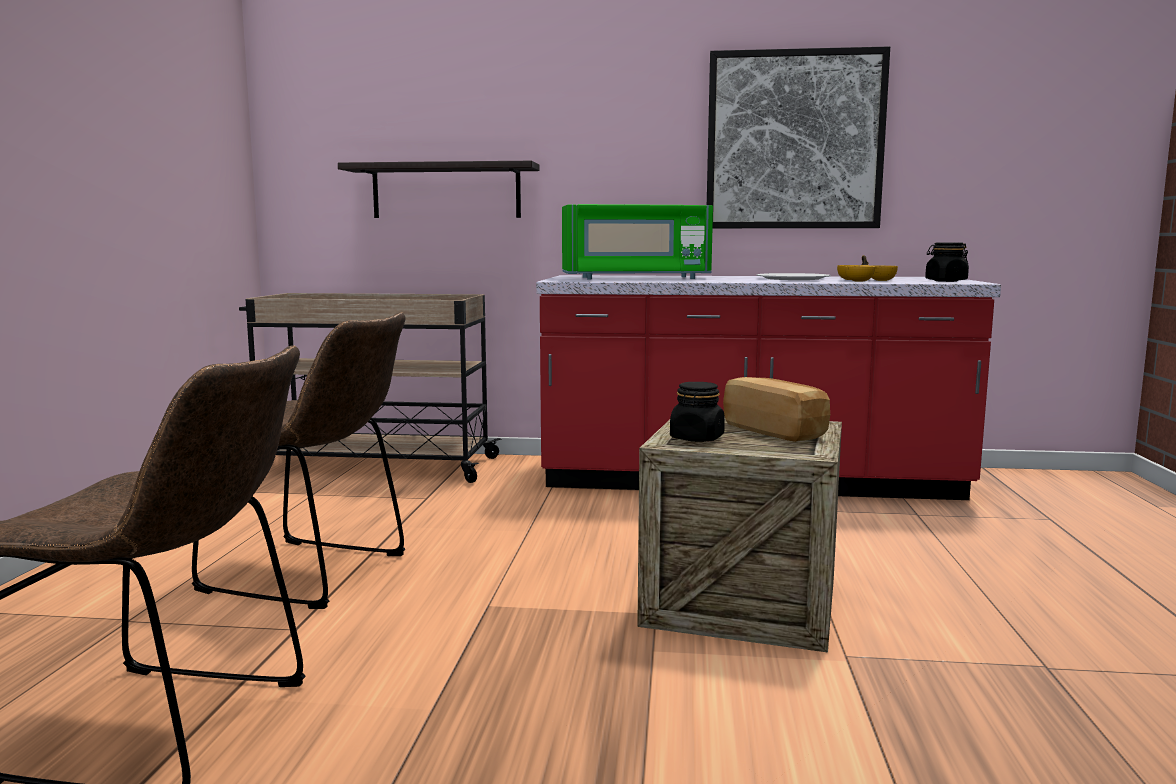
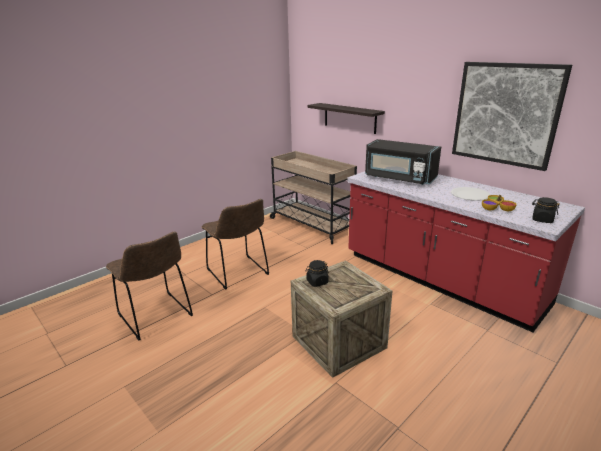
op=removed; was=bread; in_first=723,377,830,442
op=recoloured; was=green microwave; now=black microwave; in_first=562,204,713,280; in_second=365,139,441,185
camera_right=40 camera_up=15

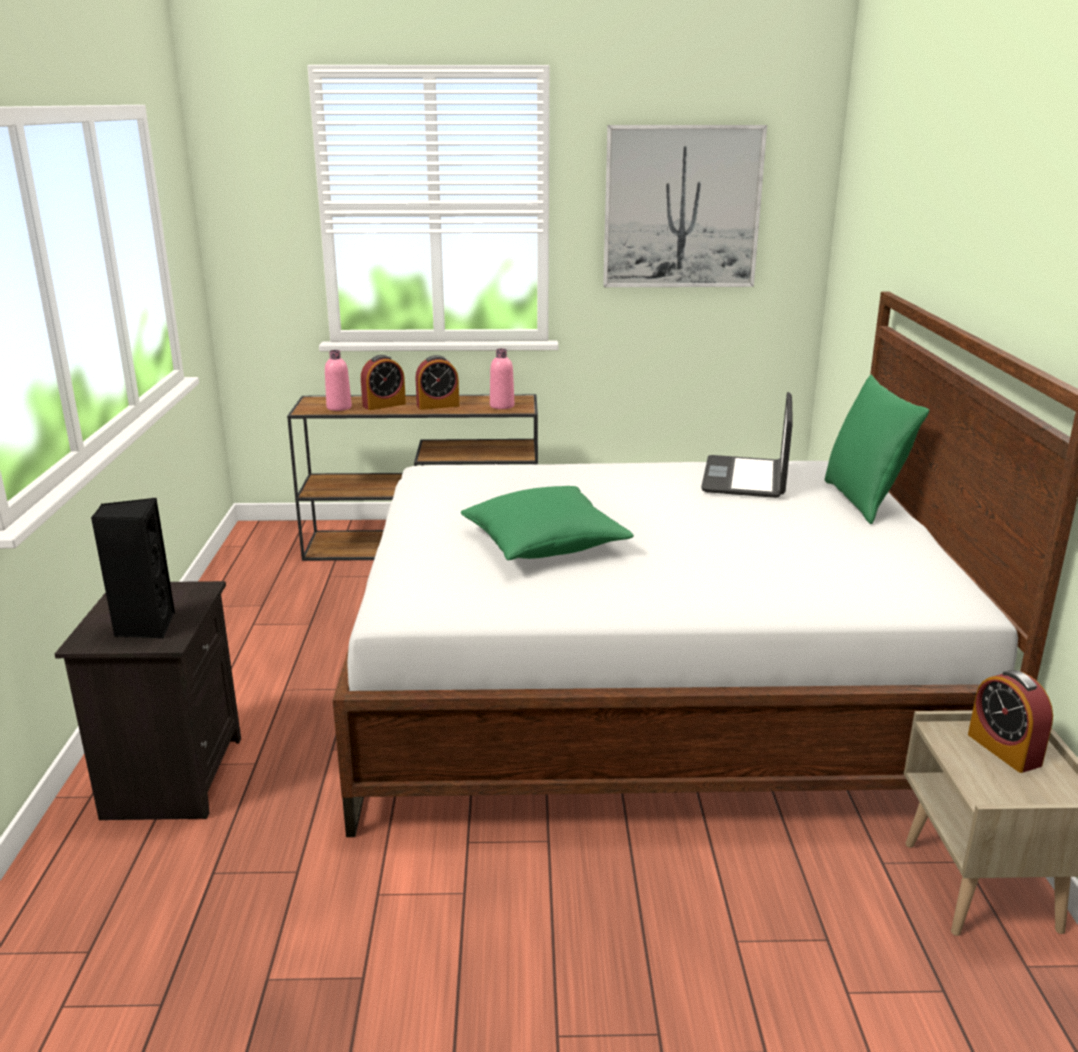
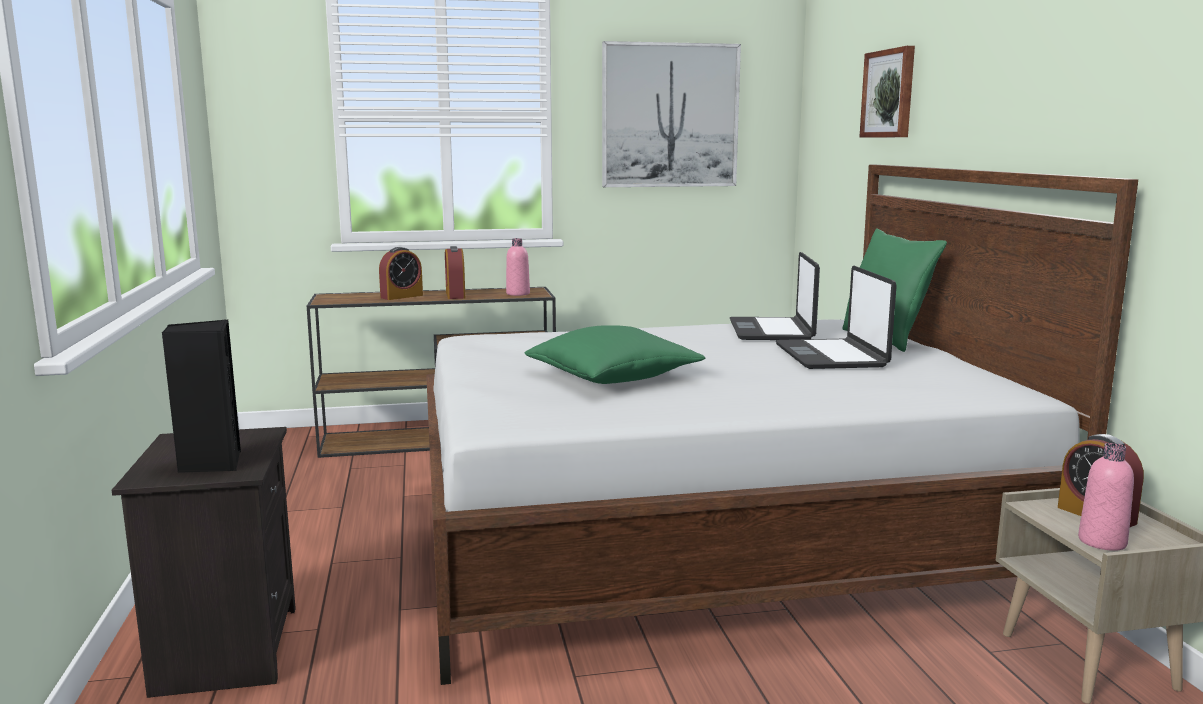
op=added; now=laptop; in_second=776,266,897,369
op=added; now=picture; in_second=859,46,915,137
op=moved; was=pink bottle; in_first=325,350,352,411; in_second=1078,443,1134,551
op=turned; was=alarm clock; in_first=415,355,459,410; in_second=445,246,465,299; clockwise=105
camera_right=-10 camera_up=-10

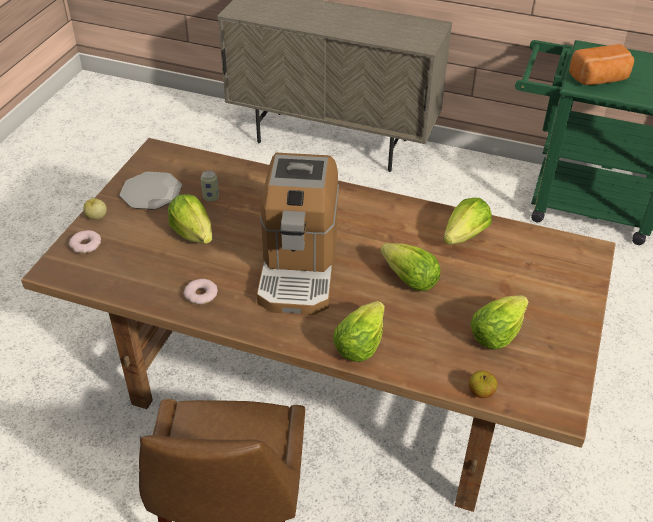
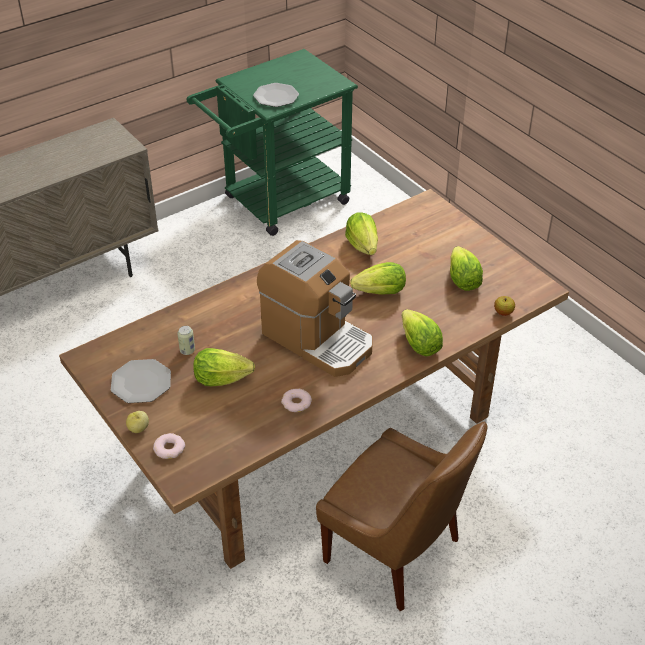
op=replaced; was=bread; now=plate; in_first=569,44,634,85; in_second=253,83,299,107
camera_right=-55 camera_up=0

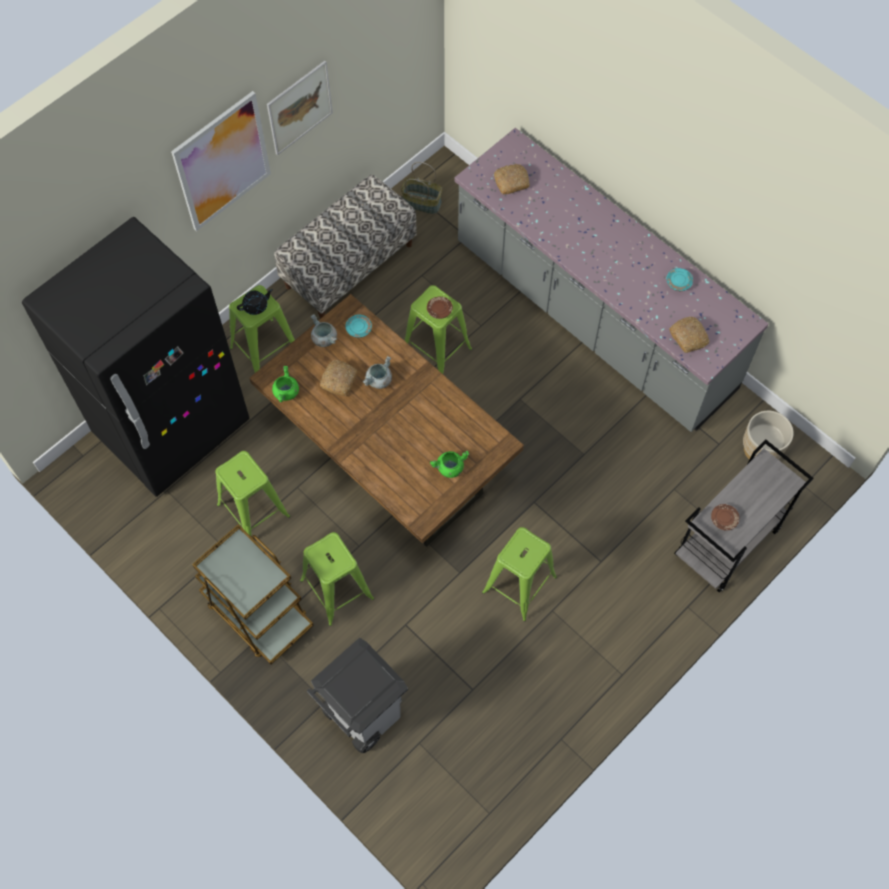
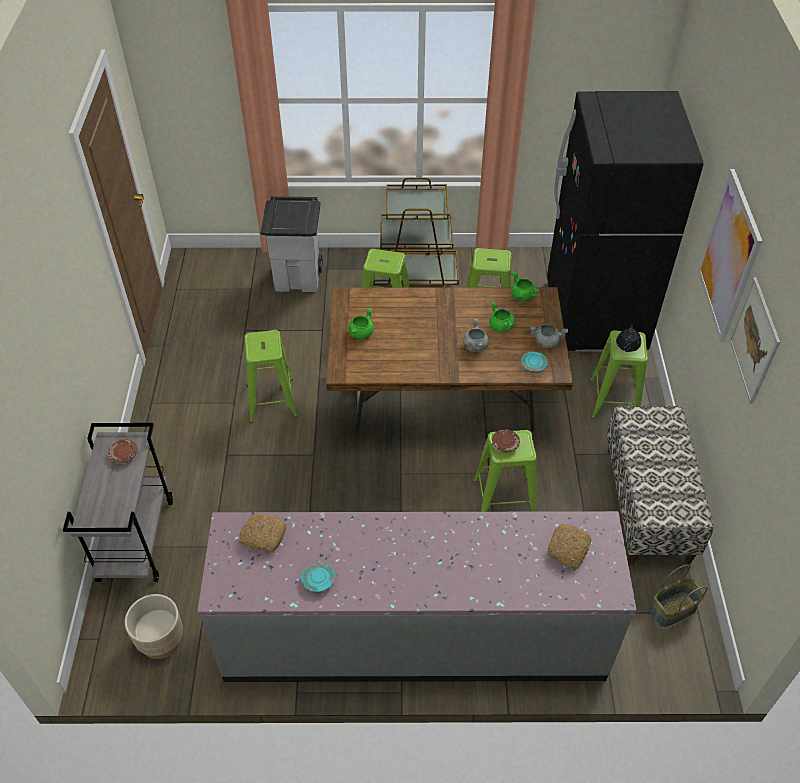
op=replaced; was=bread; now=green cooking pot; in_first=320,360,357,396; in_second=489,302,514,332
camera_right=135 camera_up=-15

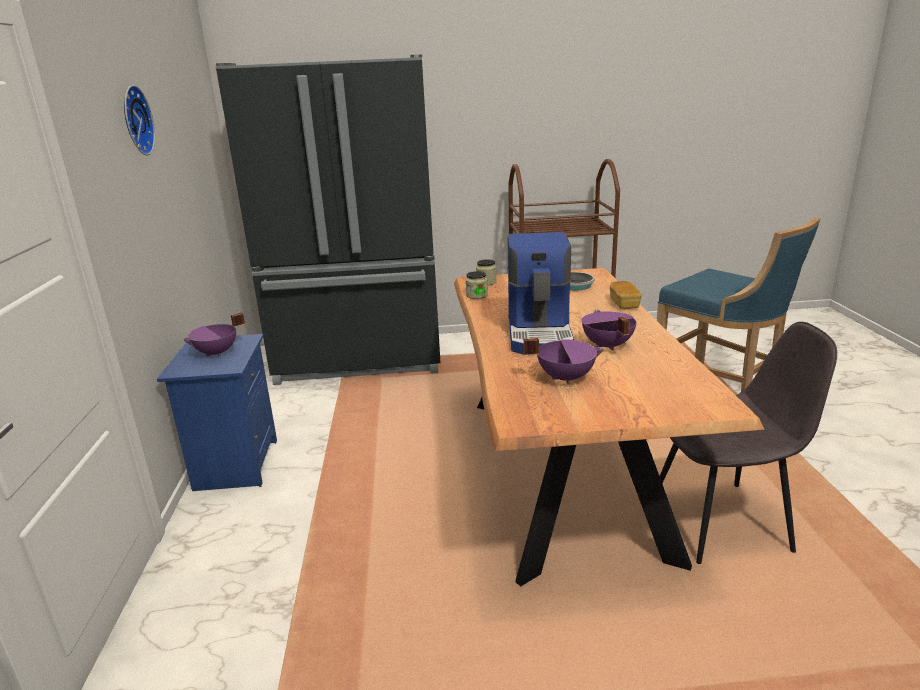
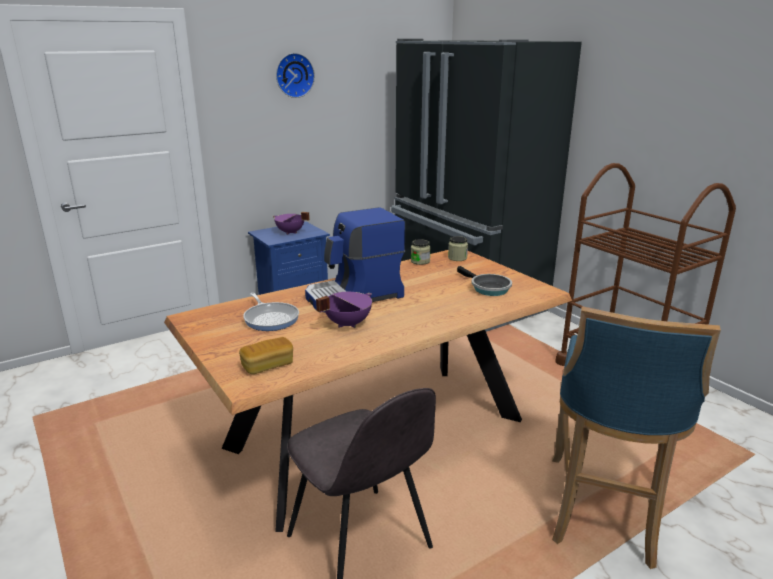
op=moved; was=bread; in_first=610,281,642,309; in_second=239,337,293,374
op=replaced; was=purple cooking pot; now=frying pan; in_first=523,338,604,384; in_second=243,293,299,331
camera_right=60 camera_up=0

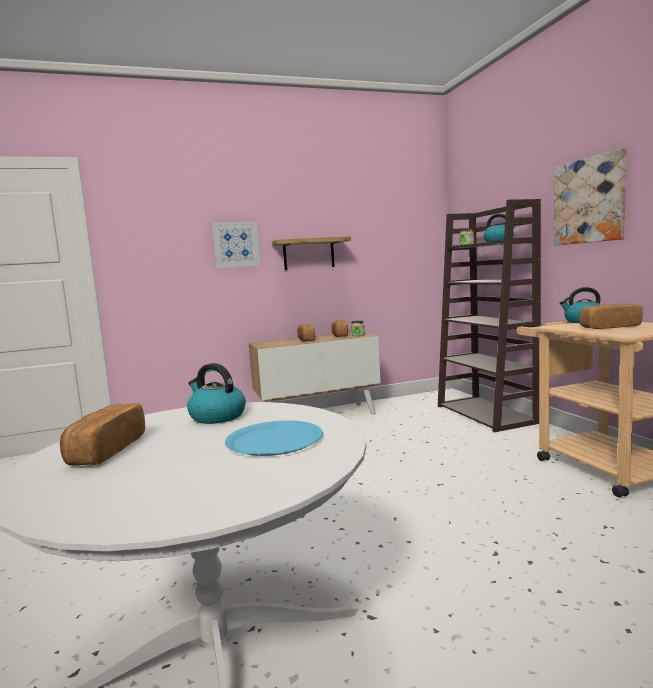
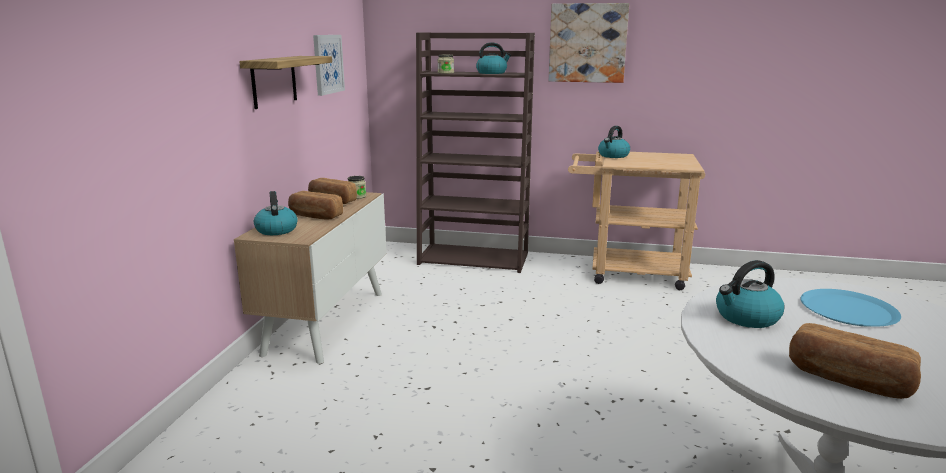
op=removed; was=bread; in_first=579,303,643,329
op=added; now=kettle; in_second=254,191,298,235
op=moved; was=picture; in_first=212,221,260,268; in_second=313,35,345,96
camera_right=-60 camera_up=10

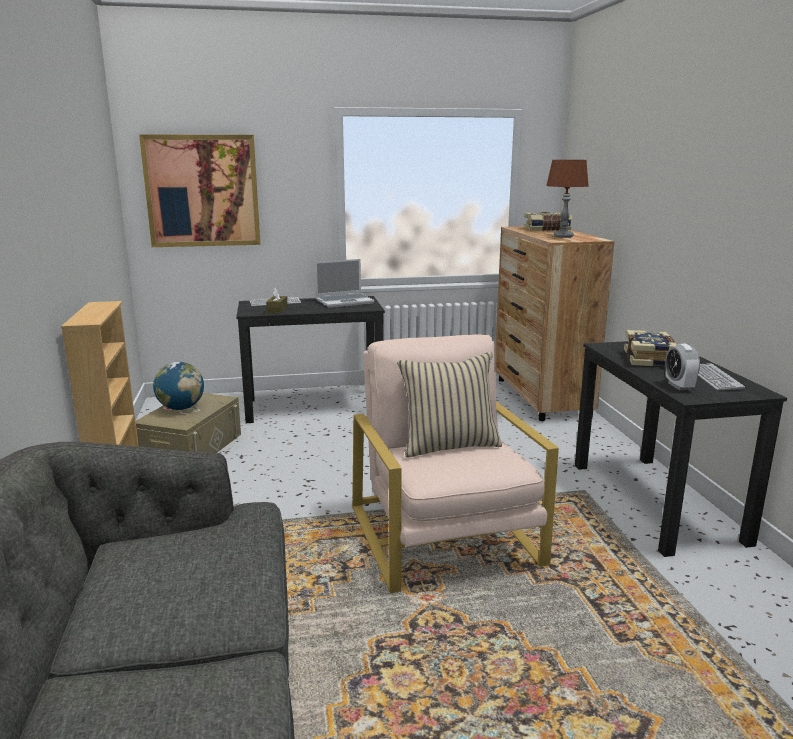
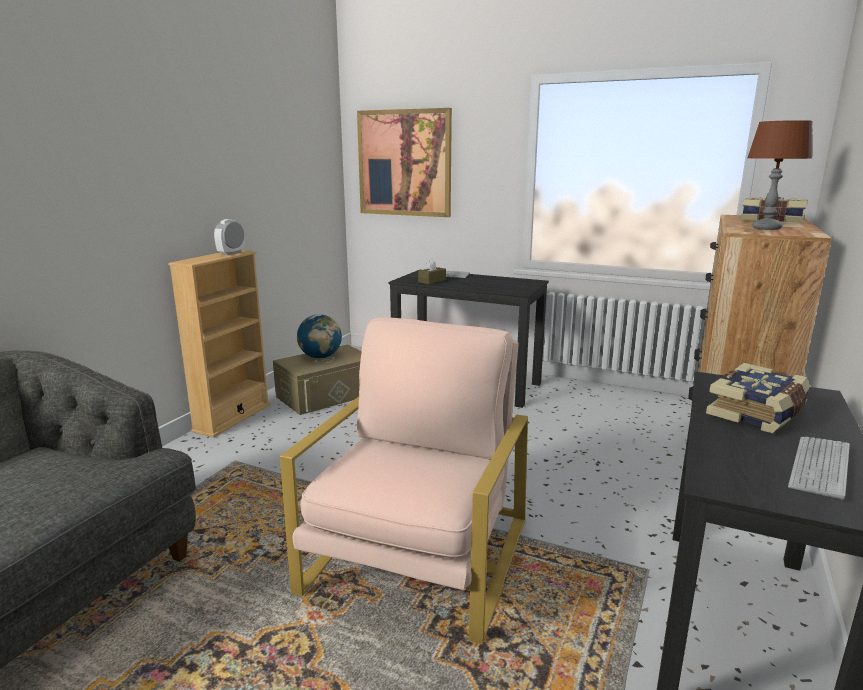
op=removed; was=laptop; in_first=315,259,374,308
op=removed; was=beige pillow; in_first=397,352,502,457
op=moved; was=alarm clock; in_first=665,344,700,391; in_second=214,219,245,255
camera_right=35 camera_up=0

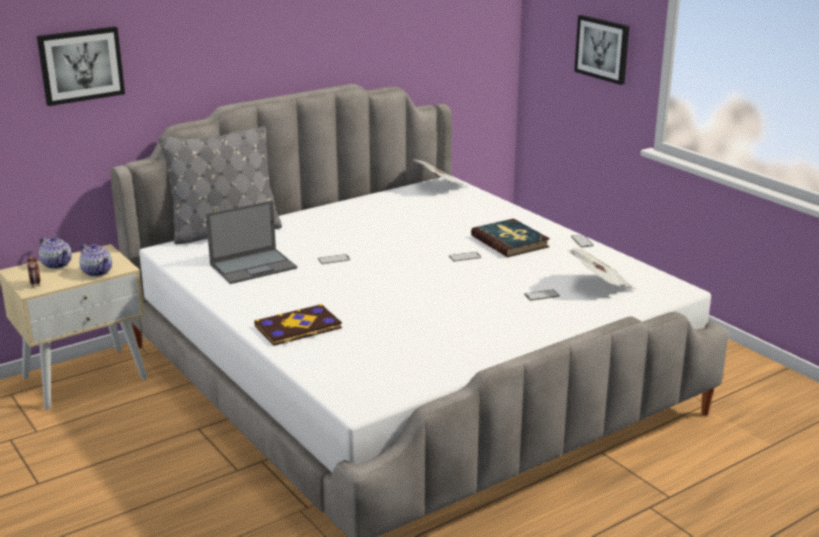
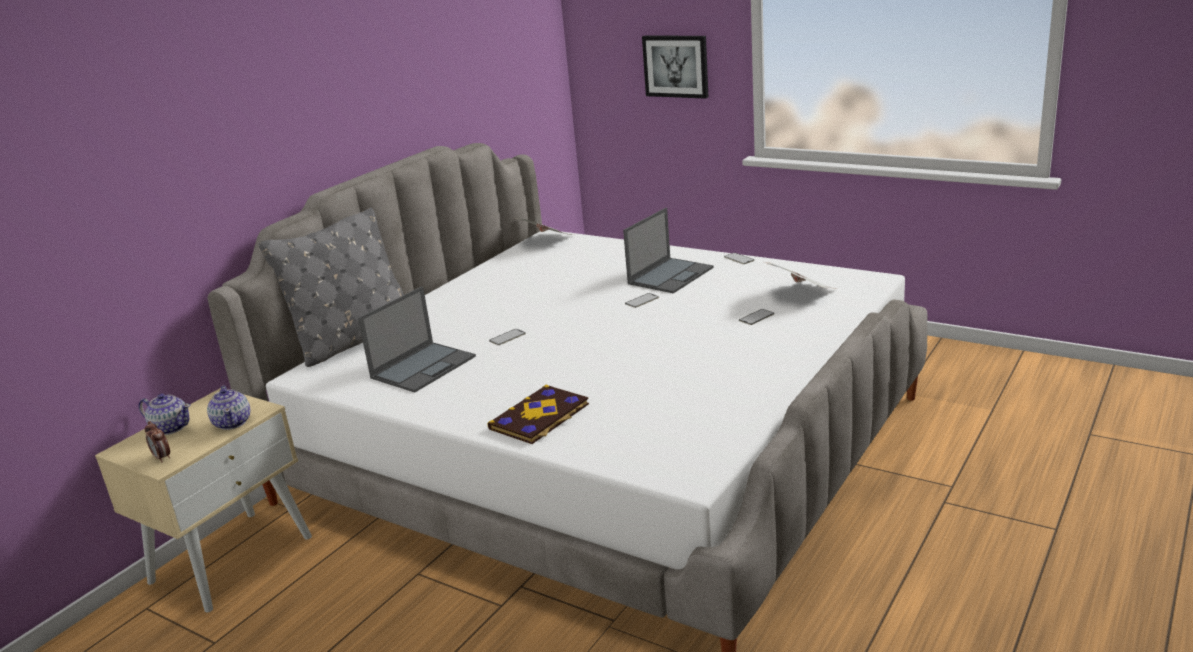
op=removed; was=picture; in_first=37,26,125,106
op=replaced; was=book; now=laptop; in_first=471,218,550,257; in_second=623,208,714,293
op=turned; was=teapot; in_first=79,244,112,277; in_second=207,385,251,430; clockwise=45
camera_right=-20 camera_up=0

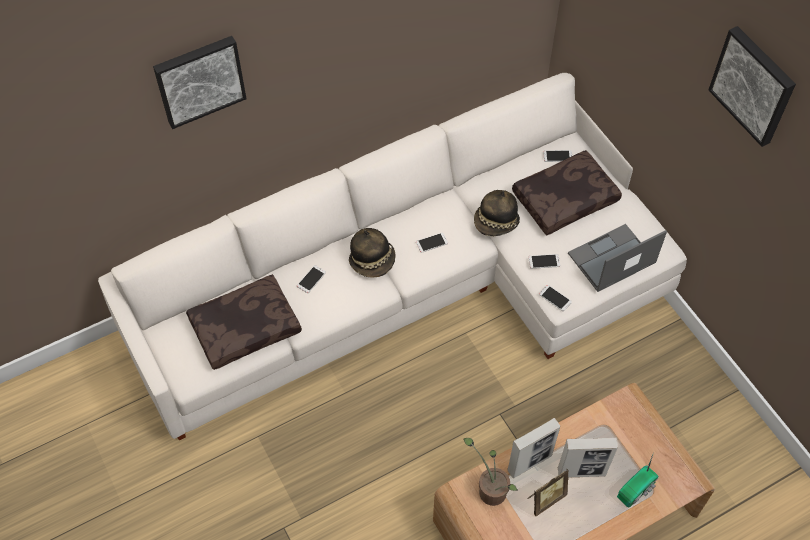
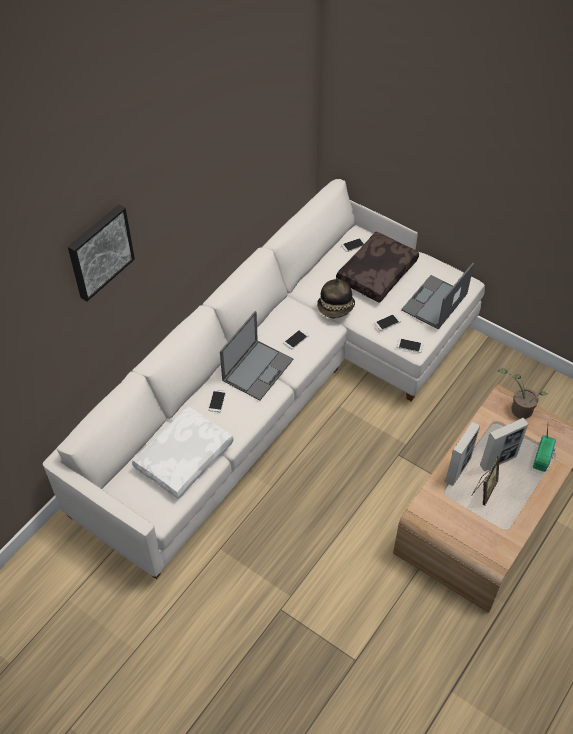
op=removed; was=picture; in_first=708,26,796,147
op=moved; was=potted plant; in_first=464,438,518,506; in_second=498,368,547,419
op=replaced; was=hat; now=laptop; in_first=349,228,396,277; in_second=220,311,294,400
op=recoloured; was=brown pillow; now=white pillow; in_first=186,274,302,370; in_second=132,406,234,499
camera_right=-25 camera_up=-5

